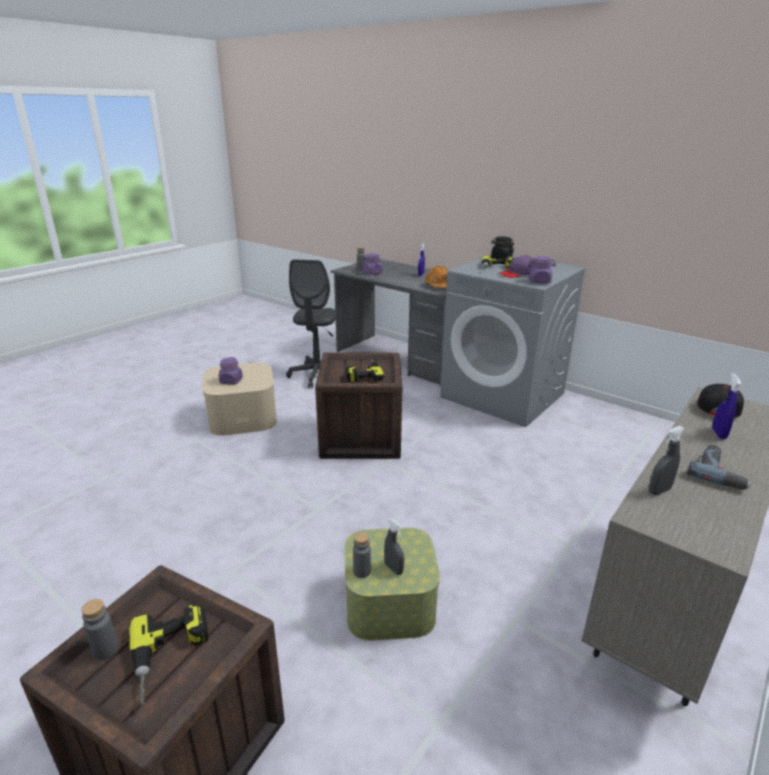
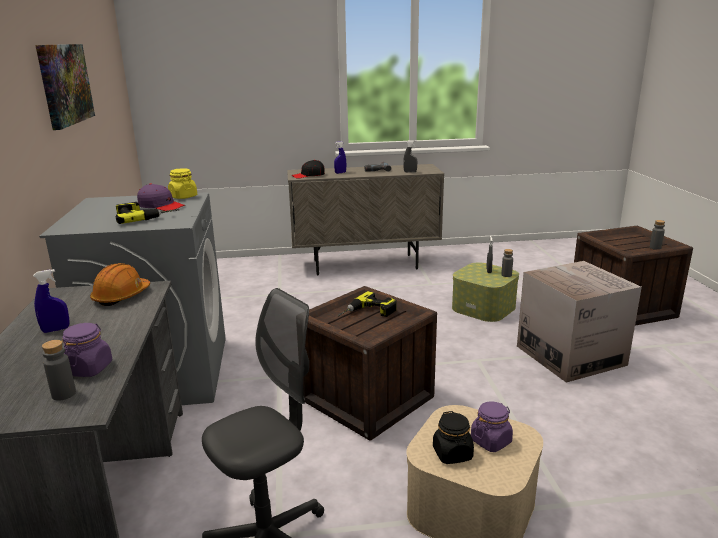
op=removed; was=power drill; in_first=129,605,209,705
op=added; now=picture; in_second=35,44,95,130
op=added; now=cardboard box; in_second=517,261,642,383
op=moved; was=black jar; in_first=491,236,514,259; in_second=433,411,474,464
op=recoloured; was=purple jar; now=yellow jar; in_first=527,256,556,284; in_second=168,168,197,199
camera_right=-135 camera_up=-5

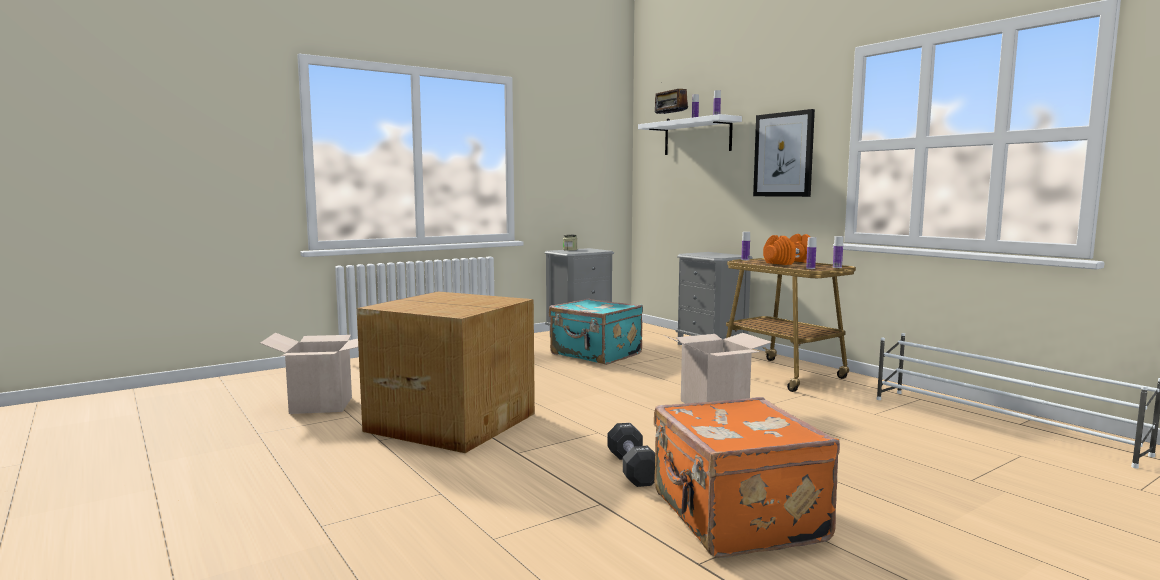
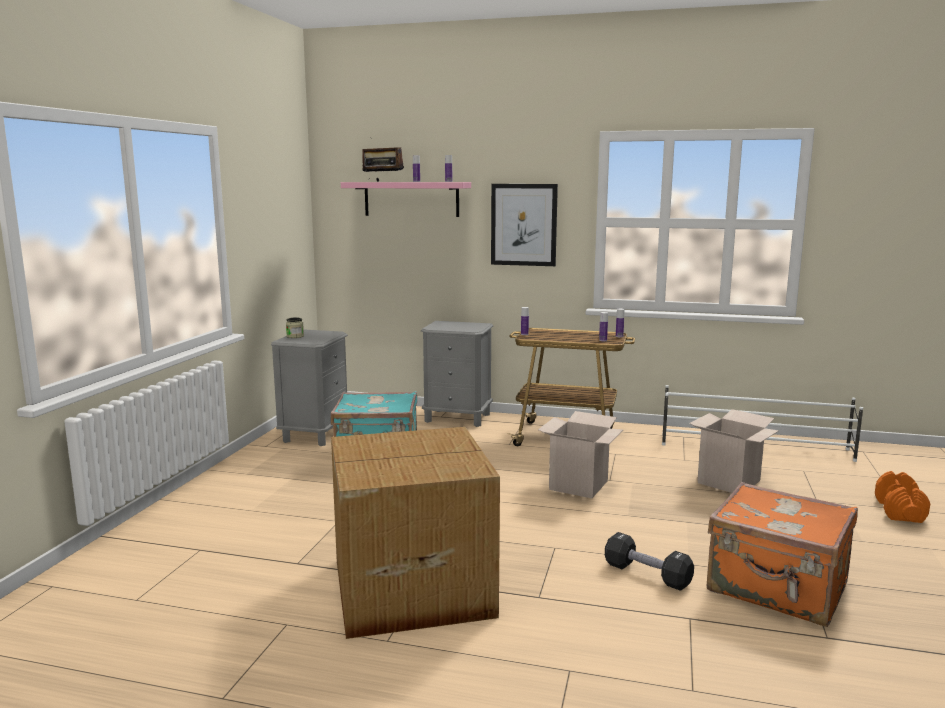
op=moved; was=cardboard box; in_first=260,333,358,414; in_second=689,409,779,493
op=moved; was=orange dumbbell; in_first=763,234,810,265; in_second=875,471,930,523
op=recoloured; was=white shelf; now=pink shelf; in_first=638,114,742,155; in_second=341,182,471,217
camera_right=-40 camera_up=5

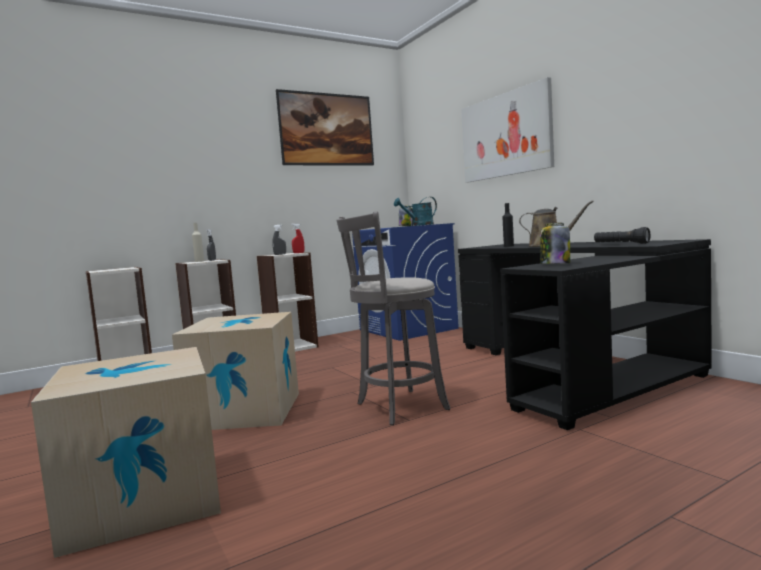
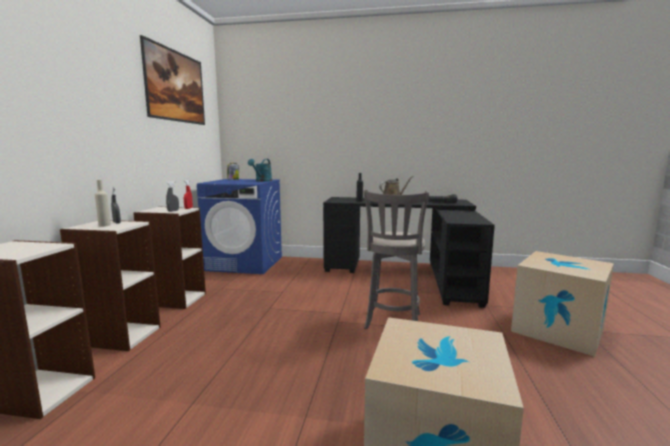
op=removed; was=picture; in_first=461,77,554,183
op=removed; was=jar; in_first=540,223,570,264
op=moved; was=cardboard box; in_first=172,312,299,430; in_second=511,251,614,357
camera_right=-50 camera_up=5

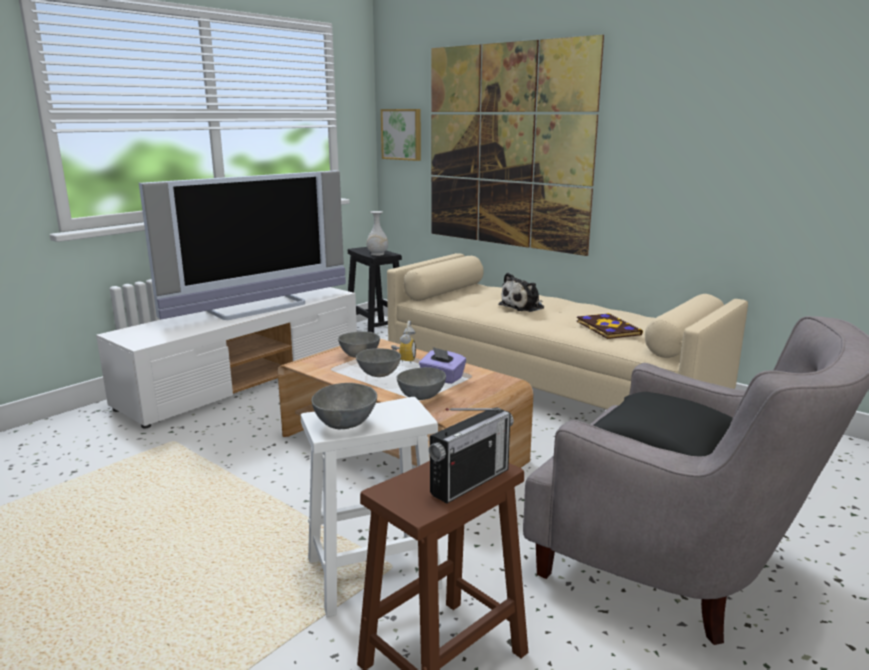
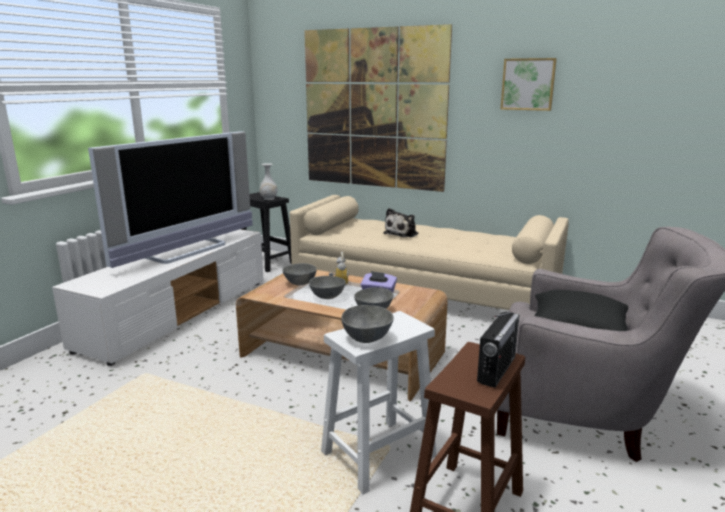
op=removed; was=book; in_first=576,313,643,339
op=moved; was=picture; in_first=381,109,421,161; in_second=501,58,557,111
camera_right=-15 camera_up=0

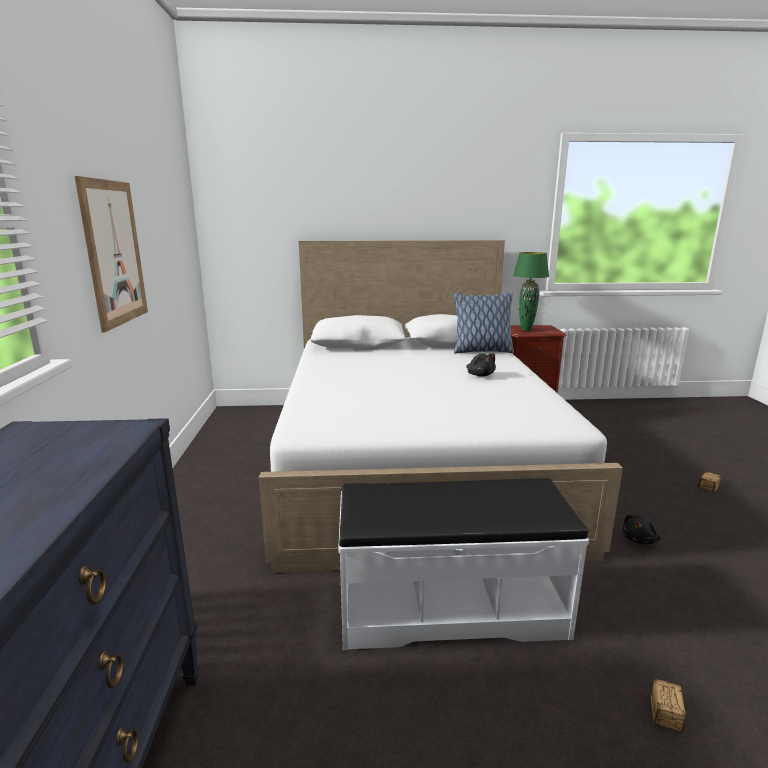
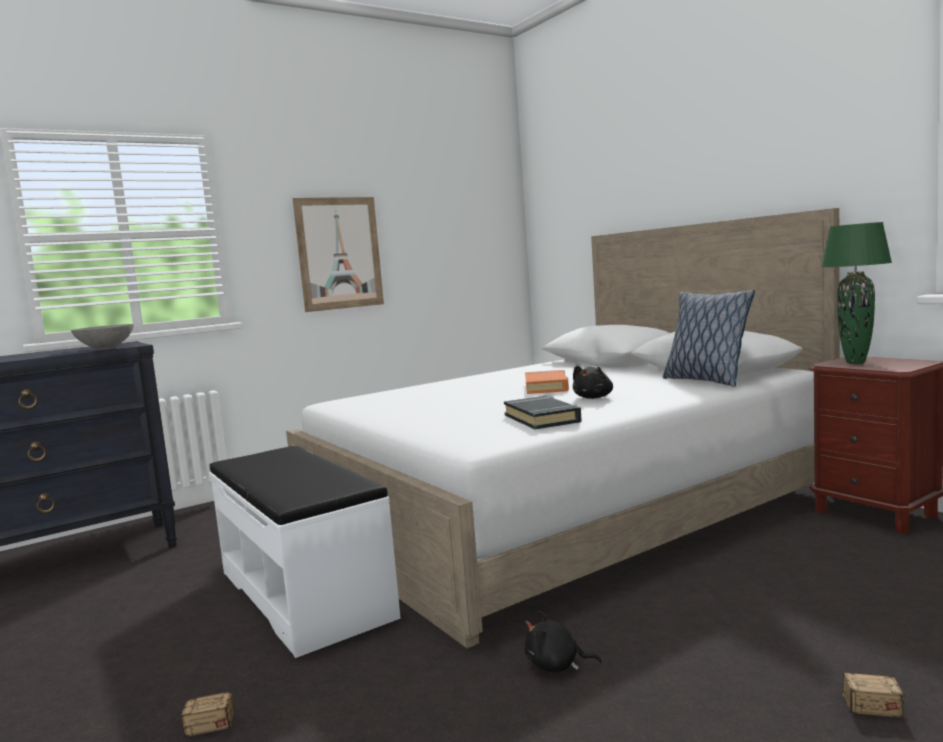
op=added; now=grey bowl; in_second=71,324,134,350
op=added; now=black book; in_second=504,396,582,429
op=added; now=orange book; in_second=525,370,569,394
camera_right=60 camera_up=-10

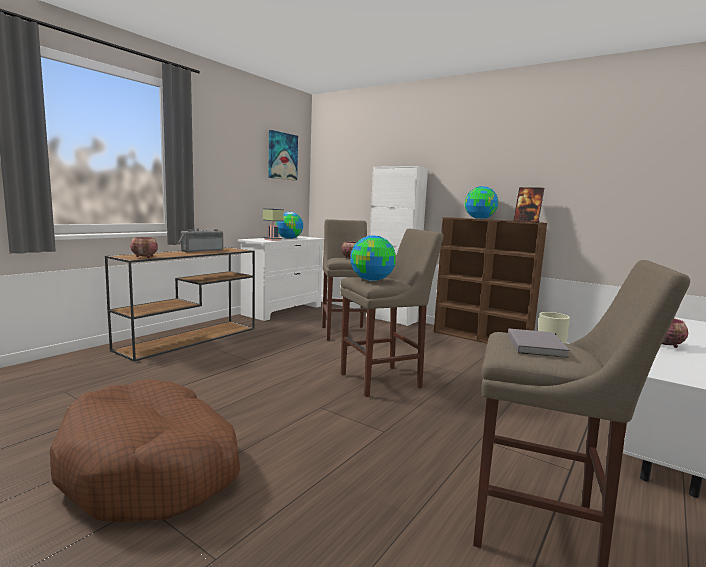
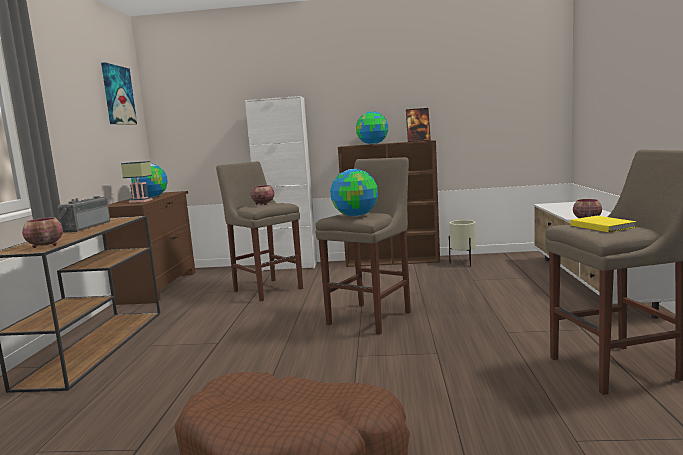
op=recoloured; was=white dresser; now=brown dresser; in_first=238,236,324,321; in_second=105,191,196,305
op=recoloured; was=grey book; now=yellow book; in_first=508,329,570,358; in_second=570,216,636,232
camera_right=-30 camera_up=0

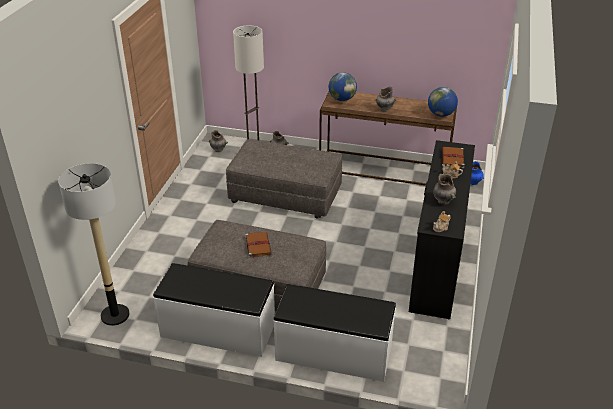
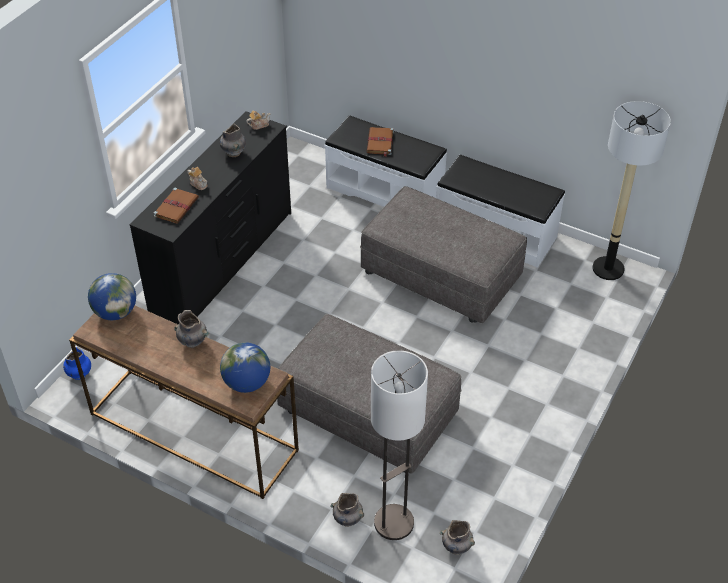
op=moved; was=brown book; in_first=245,232,272,258; in_second=366,127,394,156
camera_right=-165 camera_up=10

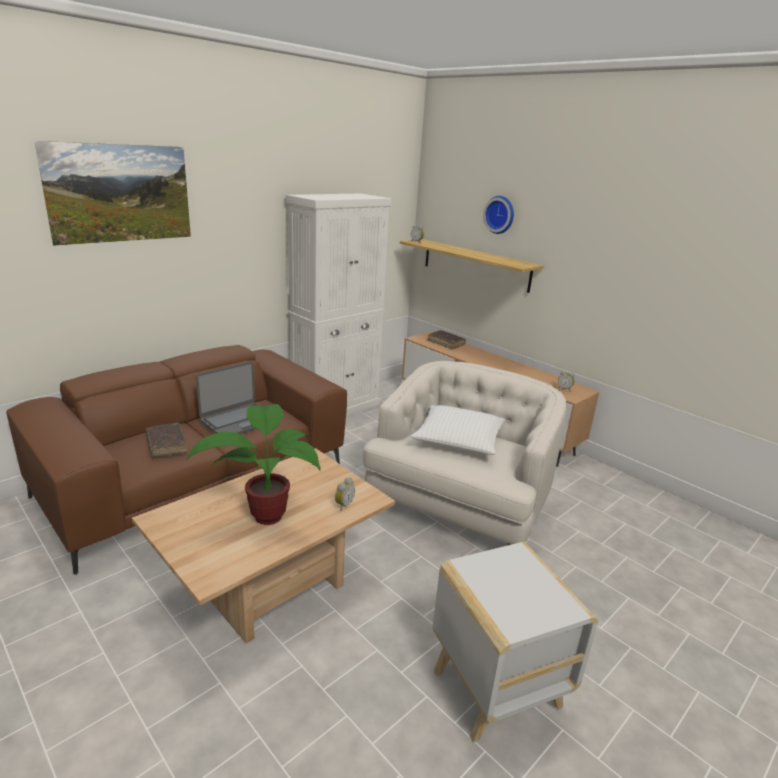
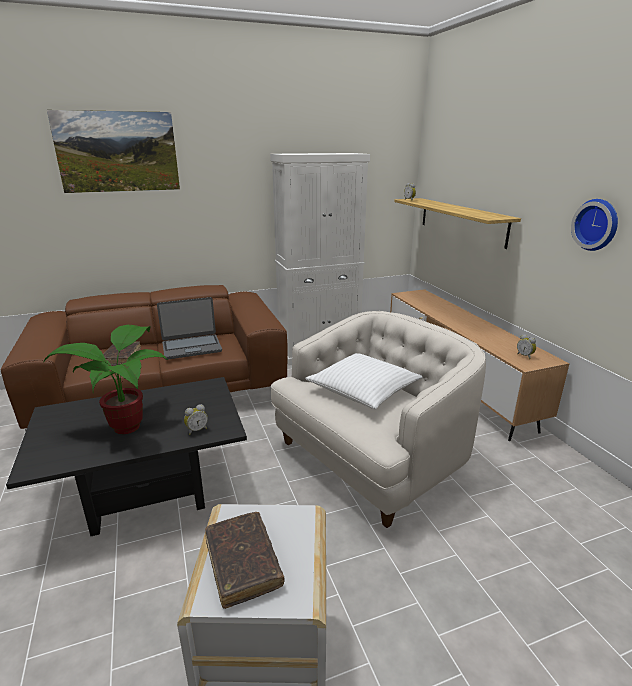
op=moved; was=brown book; in_first=428,330,466,349; in_second=205,512,284,609
op=moved; was=wall clock; in_first=483,196,514,234; in_second=571,199,618,251
op=recoloured; was=beige coffee table; now=black coffee table; in_first=132,448,395,644; in_second=6,377,247,536
camera_right=25 camera_up=0

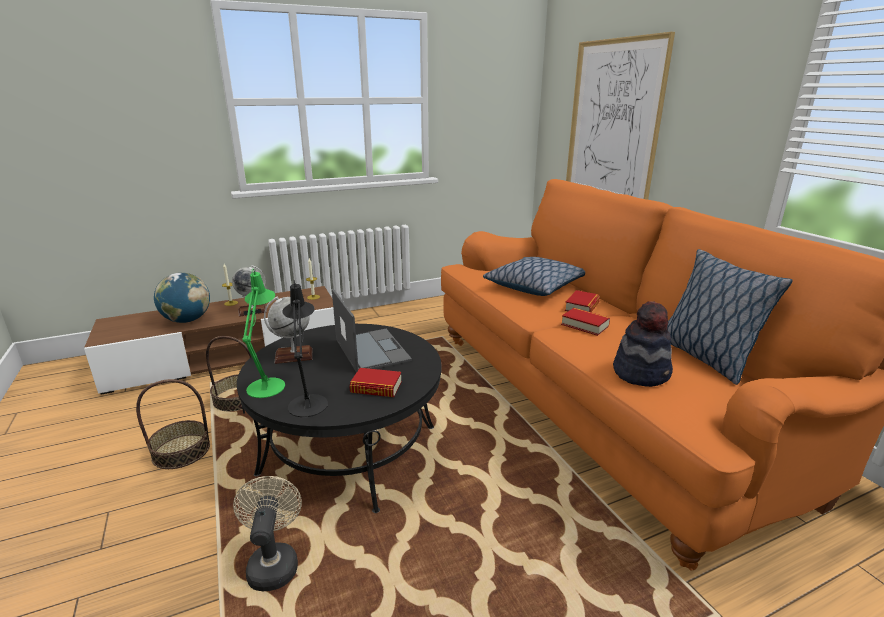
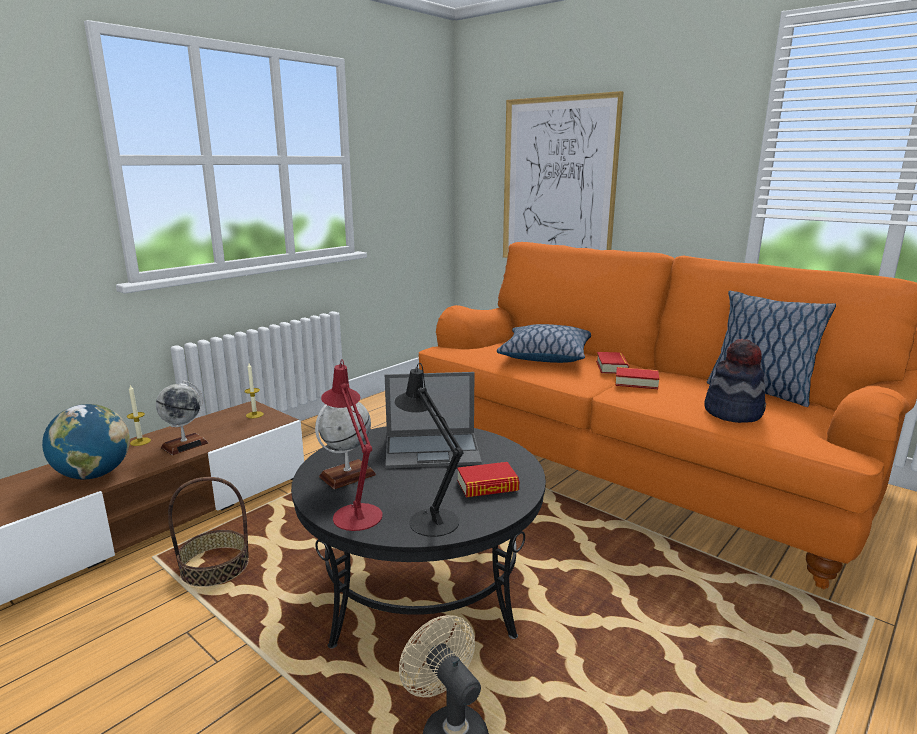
op=removed; was=basket; in_first=136,379,210,469
op=recoloured; was=green table lamp; now=red table lamp; in_first=243,268,285,398; in_second=321,359,382,531
op=turned; was=laptop; in_first=332,289,412,373; in_second=385,372,482,468; clockwise=135
camera_right=-25 camera_up=-5

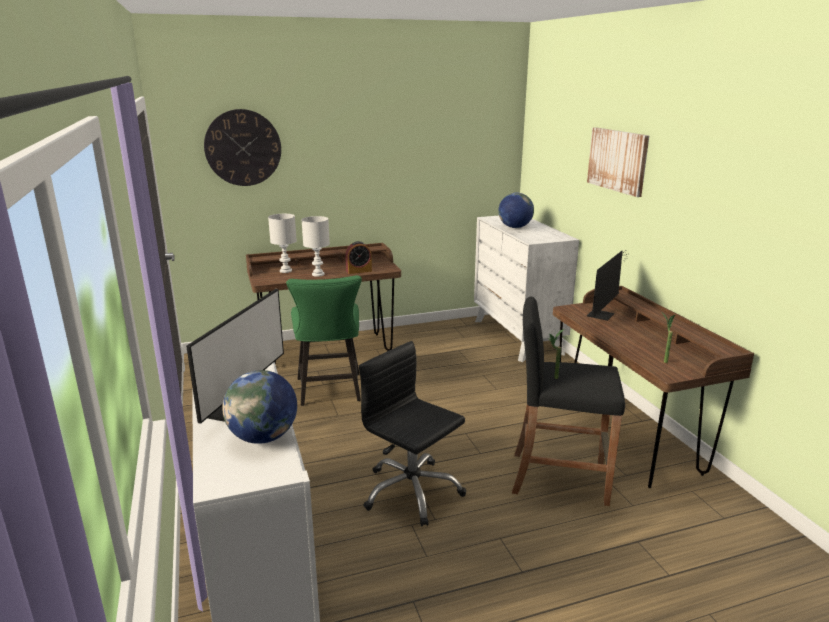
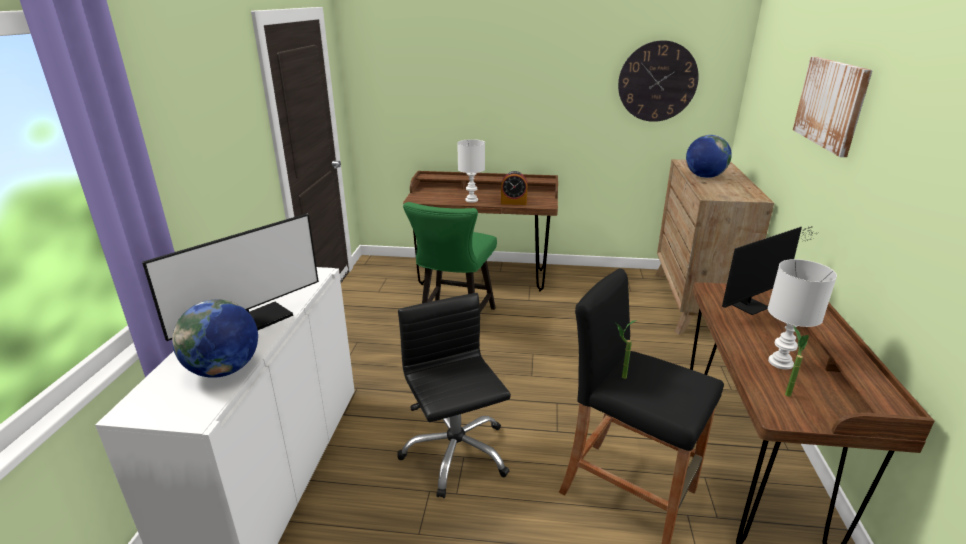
op=moved; was=wall clock; in_first=204,109,281,186; in_second=618,40,699,122
op=moved; was=white table lamp; in_first=268,214,297,273; in_second=768,259,837,370
op=recoloured; was=white dresser; now=brown dresser; in_first=474,216,579,362; in_second=655,159,774,335
camera_right=25 camera_up=5

